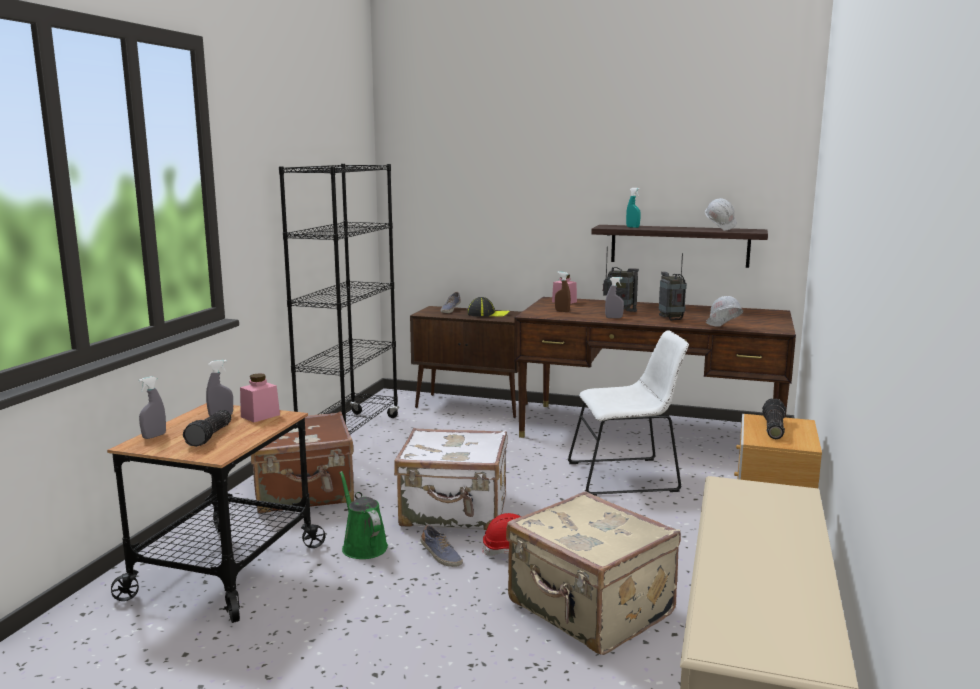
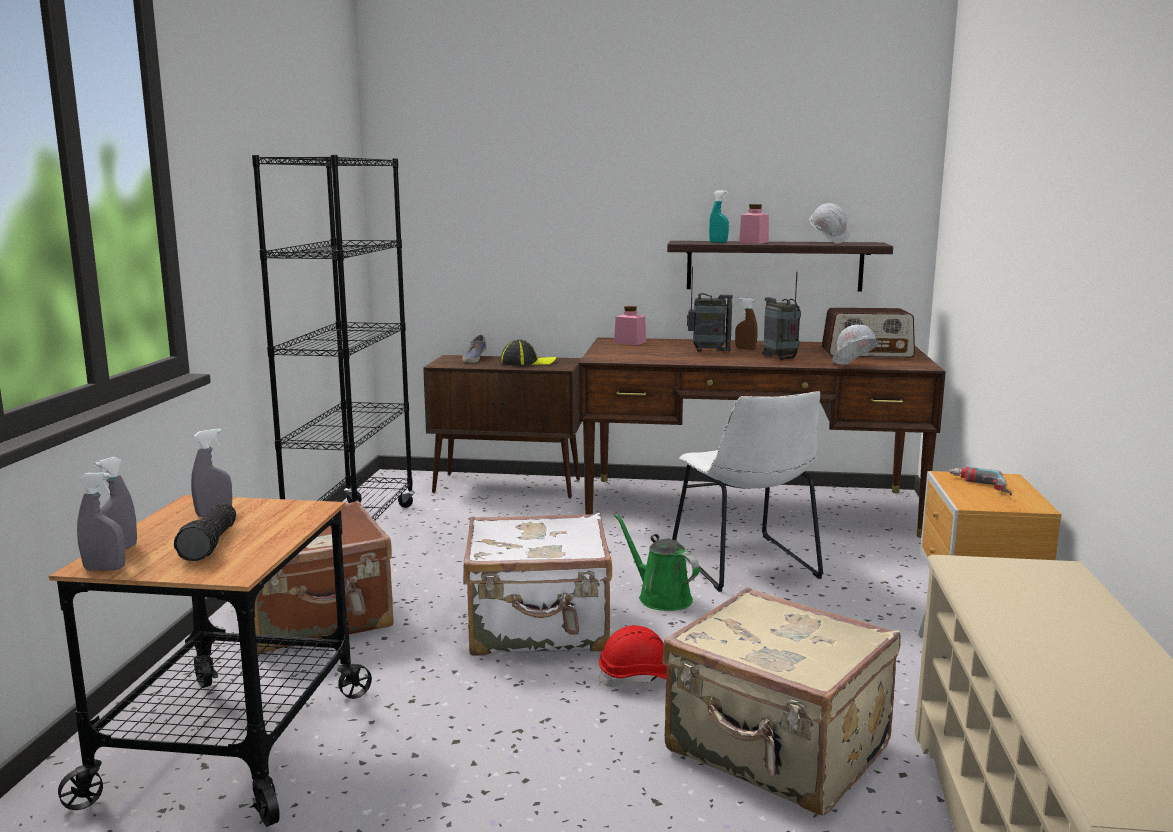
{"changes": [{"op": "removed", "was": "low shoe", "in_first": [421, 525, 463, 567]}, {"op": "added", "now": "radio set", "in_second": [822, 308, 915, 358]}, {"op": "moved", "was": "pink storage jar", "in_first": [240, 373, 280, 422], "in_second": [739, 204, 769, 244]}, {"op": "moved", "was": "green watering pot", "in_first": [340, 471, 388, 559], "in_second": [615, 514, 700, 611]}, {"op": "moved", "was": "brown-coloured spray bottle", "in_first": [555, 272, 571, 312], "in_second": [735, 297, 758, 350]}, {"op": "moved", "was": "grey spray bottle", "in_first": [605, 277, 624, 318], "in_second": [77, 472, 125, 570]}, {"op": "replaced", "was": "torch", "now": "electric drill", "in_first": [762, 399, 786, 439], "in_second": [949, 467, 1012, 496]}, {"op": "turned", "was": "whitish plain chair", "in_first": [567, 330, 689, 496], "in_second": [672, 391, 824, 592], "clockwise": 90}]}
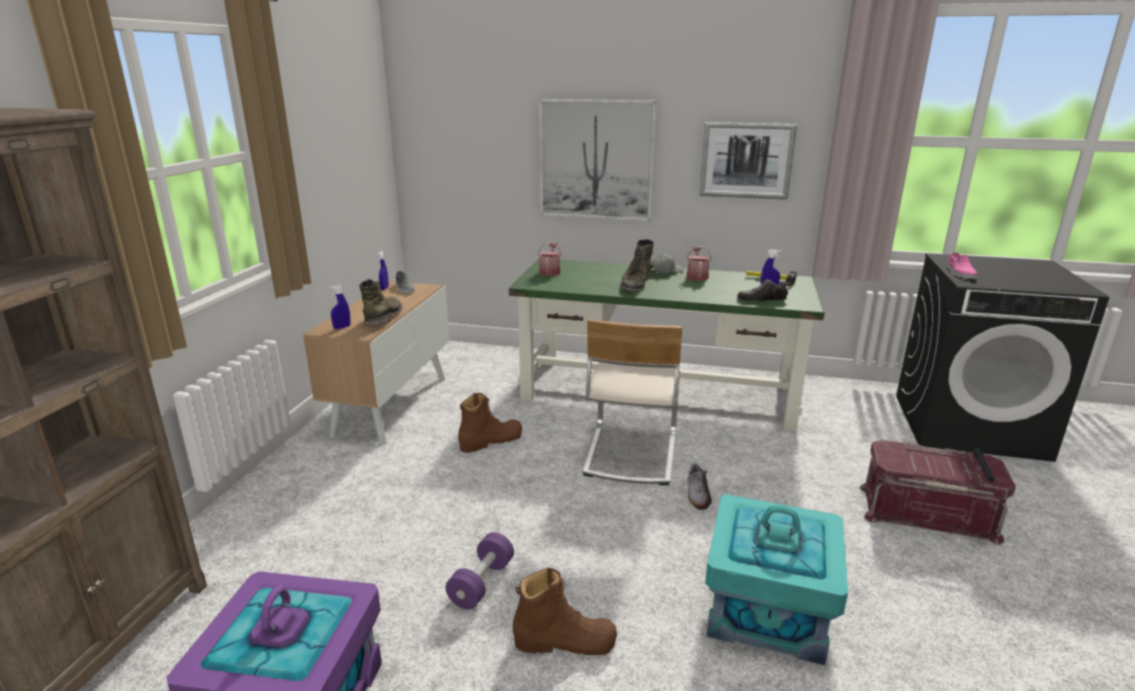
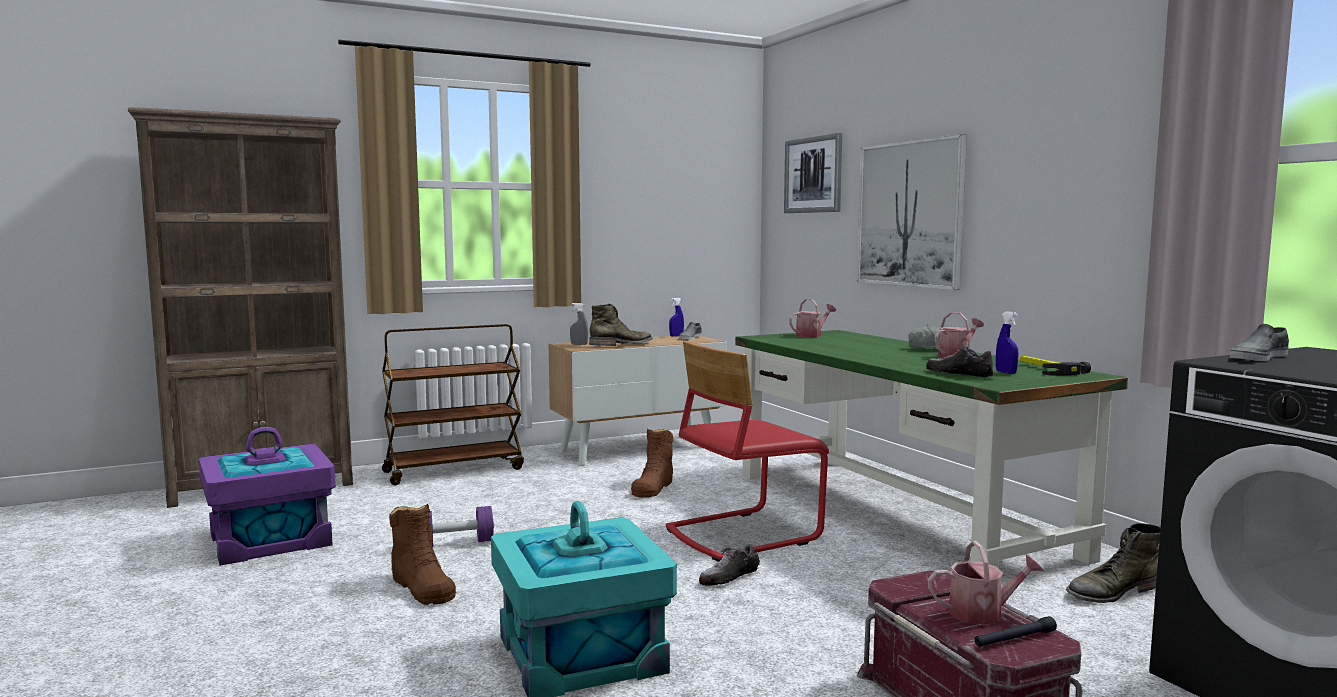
{"changes": [{"op": "added", "now": "brown-coloured cart", "in_second": [382, 324, 524, 485]}, {"op": "added", "now": "watering pot", "in_second": [928, 541, 1044, 625]}, {"op": "moved", "was": "green boot", "in_first": [620, 239, 654, 292], "in_second": [1066, 523, 1161, 603]}, {"op": "moved", "was": "wall art", "in_first": [699, 122, 797, 200], "in_second": [784, 133, 842, 213]}, {"op": "recoloured", "was": "blue spray bottle", "now": "grey spray bottle", "in_first": [329, 285, 351, 329], "in_second": [570, 303, 588, 345]}, {"op": "recoloured", "was": "sand-coloured plain chair", "now": "reddish plain chair", "in_first": [583, 319, 682, 485], "in_second": [666, 341, 829, 562]}, {"op": "recoloured", "was": "pink low shoe", "now": "grey low shoe", "in_first": [947, 252, 977, 279], "in_second": [1230, 324, 1289, 361]}, {"op": "turned", "was": "brown-coloured boot", "in_first": [458, 393, 522, 453], "in_second": [631, 428, 673, 498], "clockwise": 90}]}
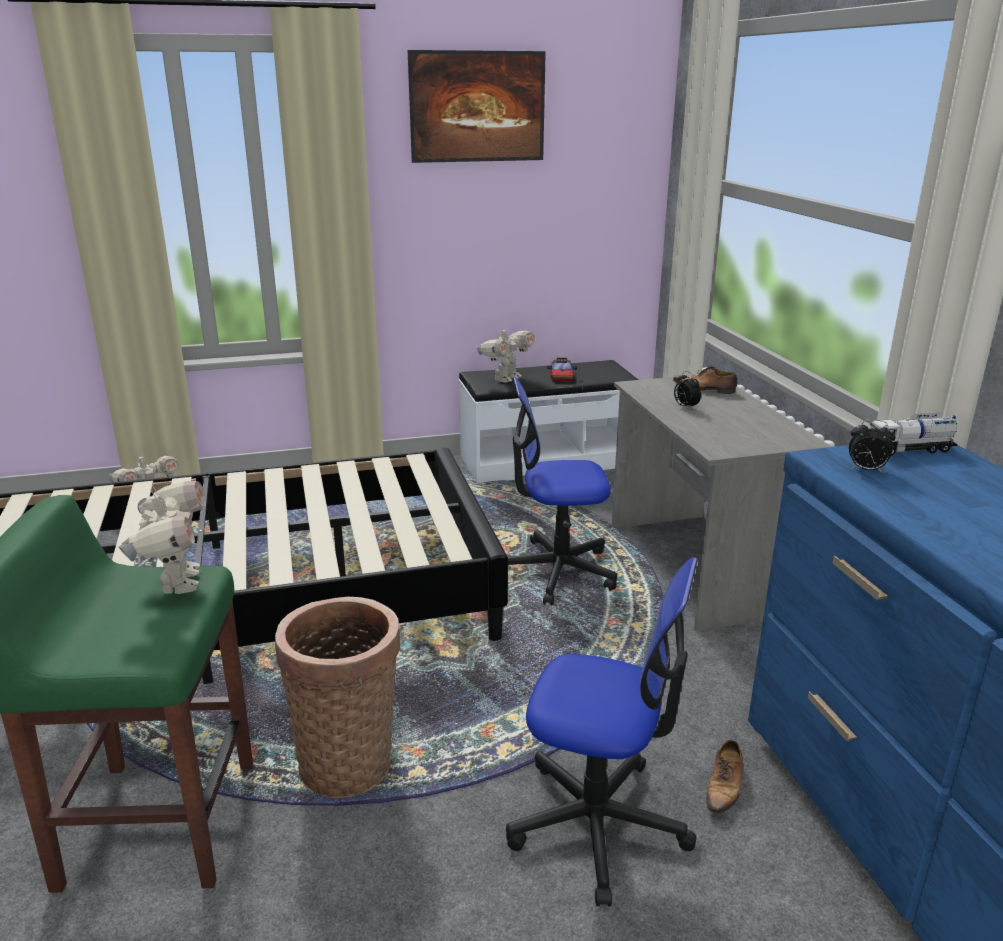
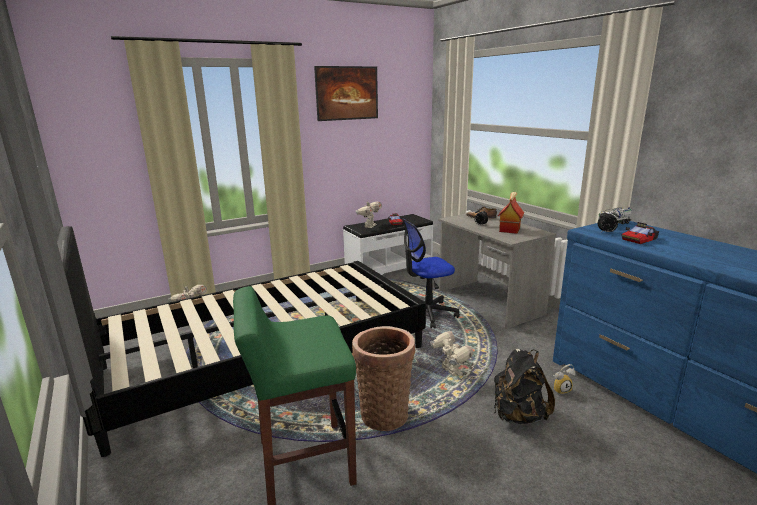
{"changes": [{"op": "added", "now": "model house", "in_second": [498, 192, 524, 234]}, {"op": "added", "now": "miniature car", "in_second": [622, 222, 659, 244]}, {"op": "moved", "was": "toy robot", "in_first": [119, 481, 206, 594], "in_second": [430, 331, 474, 376]}, {"op": "replaced", "was": "office chair", "now": "black-coloured knapsack", "in_first": [506, 557, 698, 906], "in_second": [494, 349, 555, 424]}, {"op": "replaced", "was": "low shoe", "now": "table clock", "in_first": [706, 740, 743, 819], "in_second": [553, 364, 575, 395]}]}
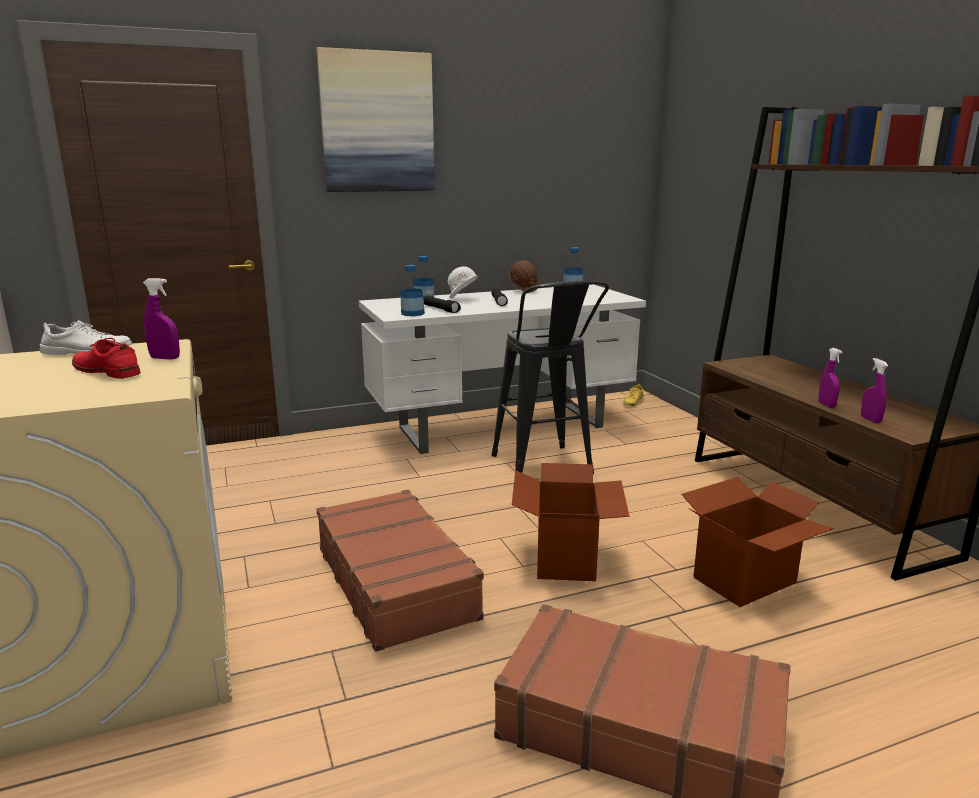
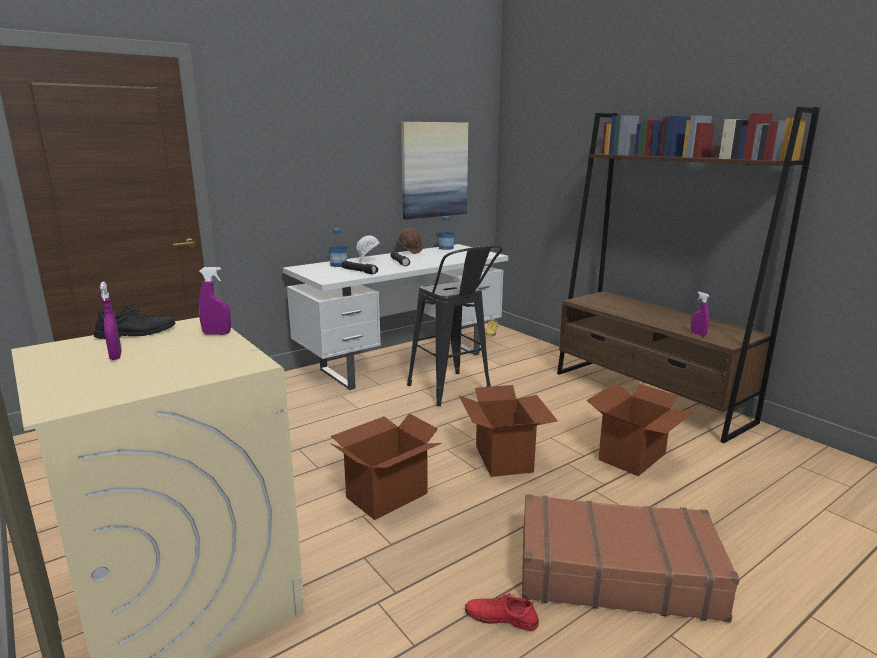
{"changes": [{"op": "removed", "was": "drink bottle", "in_first": [400, 265, 425, 316]}, {"op": "moved", "was": "reddish low shoe", "in_first": [72, 338, 141, 379], "in_second": [465, 593, 539, 631]}, {"op": "moved", "was": "wall art", "in_first": [316, 47, 435, 192], "in_second": [401, 122, 468, 220]}, {"op": "moved", "was": "purple spray bottle", "in_first": [818, 348, 842, 408], "in_second": [100, 282, 122, 360]}, {"op": "replaced", "was": "brown-coloured travel case", "now": "carton", "in_first": [317, 489, 484, 652], "in_second": [330, 413, 442, 520]}, {"op": "recoloured", "was": "whitish low shoe", "now": "black-coloured low shoe", "in_first": [40, 320, 132, 355], "in_second": [94, 306, 175, 339]}]}
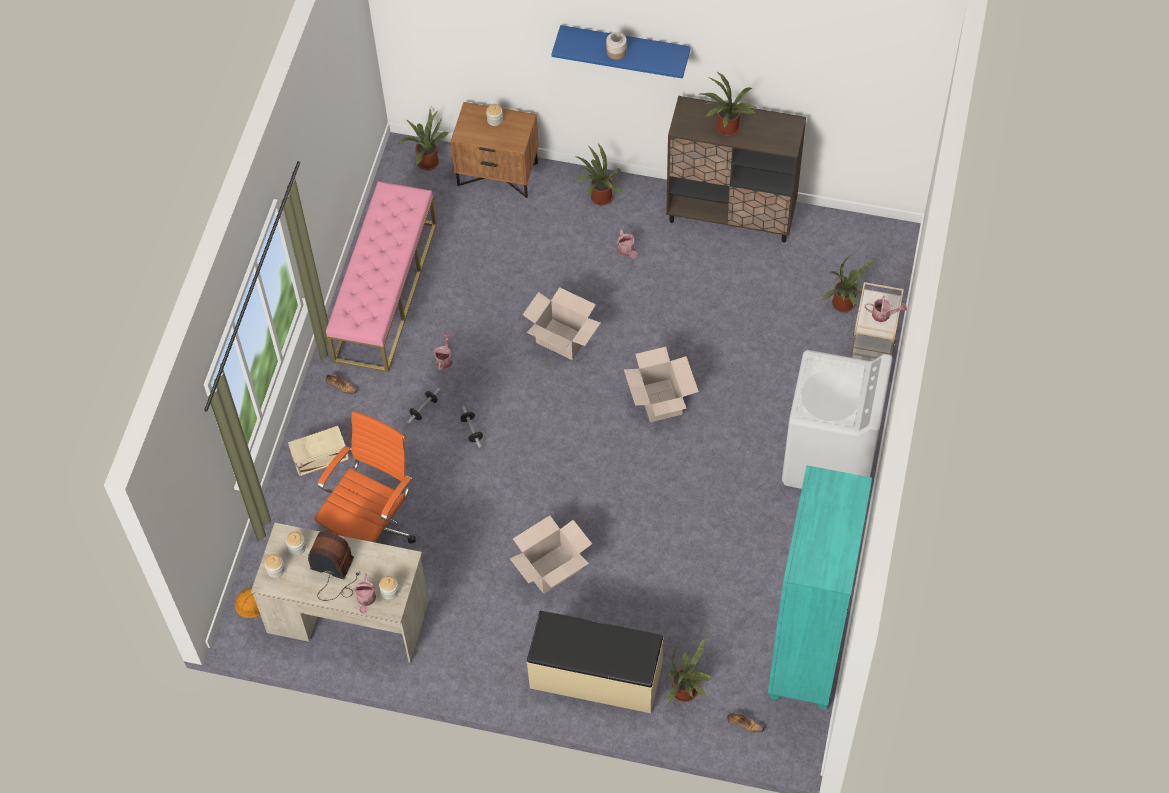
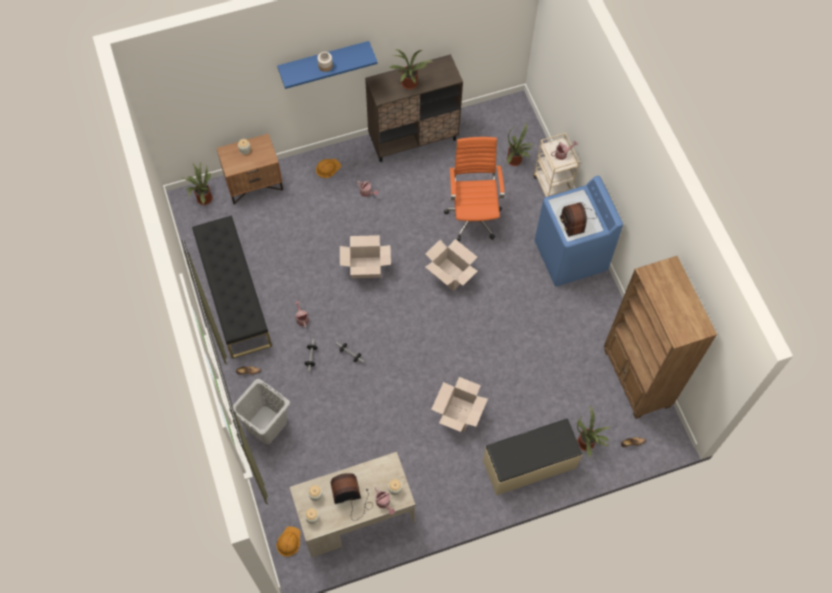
{"changes": [{"op": "added", "now": "radio set", "in_second": [560, 202, 597, 237]}, {"op": "moved", "was": "orange office chair", "in_first": [314, 411, 416, 543], "in_second": [444, 137, 505, 241]}, {"op": "replaced", "was": "sand-coloured storage box", "now": "grey laundry basket", "in_first": [288, 426, 349, 476], "in_second": [233, 379, 290, 444]}, {"op": "replaced", "was": "houseplant", "now": "orange hard hat", "in_first": [574, 144, 622, 206], "in_second": [316, 159, 341, 178]}, {"op": "recoloured", "was": "pink long seat", "now": "black-coloured long seat", "in_first": [326, 181, 437, 372], "in_second": [192, 216, 272, 359]}, {"op": "recoloured", "was": "turquoise shelving unit", "now": "brown-coloured shelving unit", "in_first": [768, 465, 872, 710], "in_second": [604, 256, 717, 419]}, {"op": "recoloured", "was": "whitish washing machine", "now": "blue washing machine", "in_first": [782, 350, 893, 489], "in_second": [535, 176, 623, 287]}]}
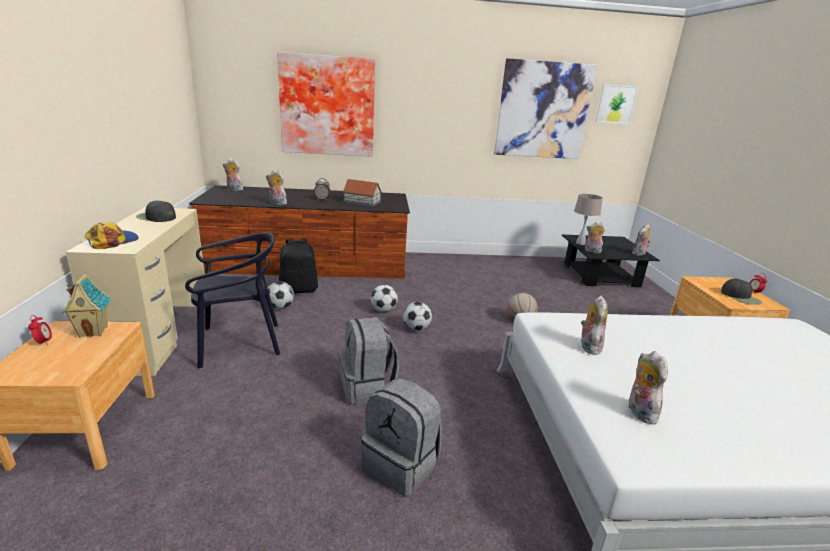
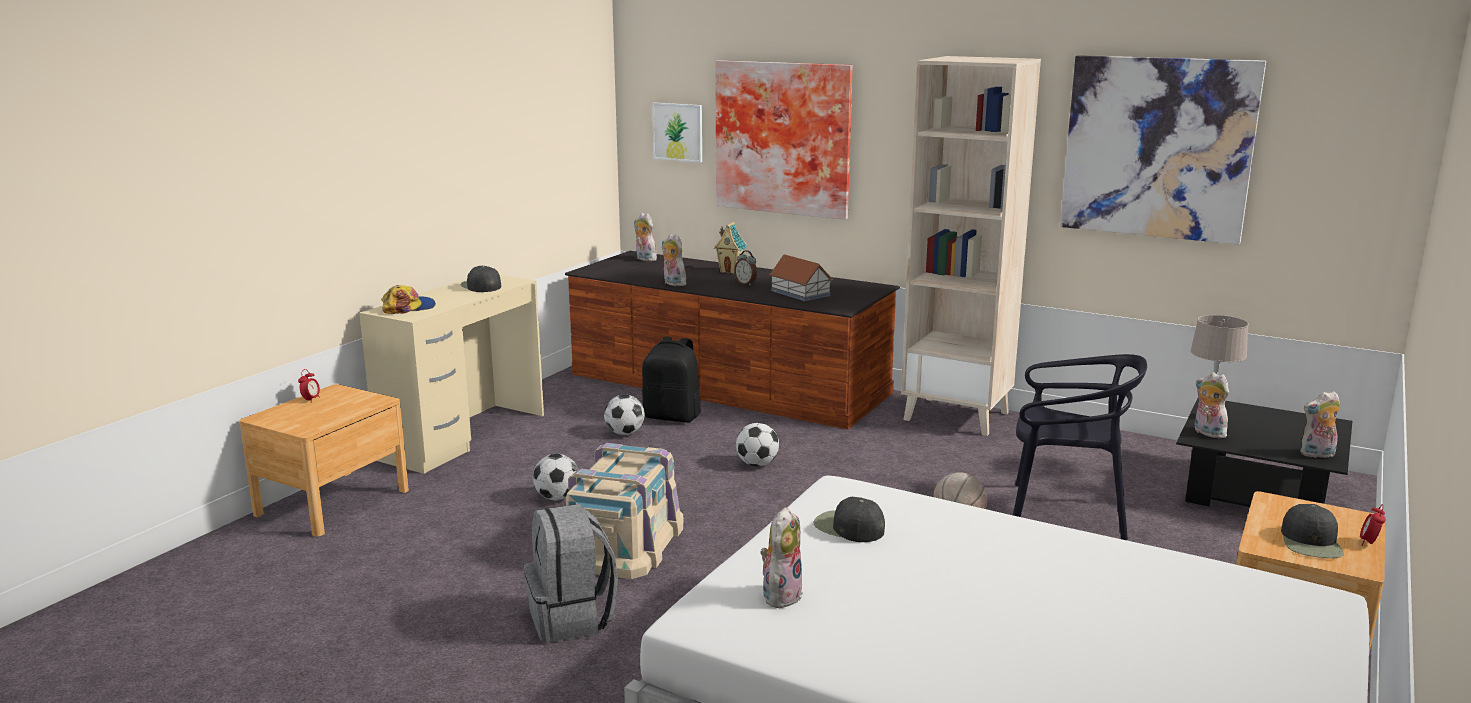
{"changes": [{"op": "added", "now": "sand-coloured shelving unit", "in_second": [901, 56, 1041, 436]}, {"op": "moved", "was": "model house", "in_first": [62, 274, 111, 338], "in_second": [714, 221, 747, 274]}, {"op": "moved", "was": "black-coloured plain chair", "in_first": [185, 232, 280, 368], "in_second": [1013, 354, 1147, 540]}, {"op": "moved", "was": "football", "in_first": [403, 302, 432, 331], "in_second": [533, 454, 579, 500]}, {"op": "moved", "was": "wall art", "in_first": [596, 84, 638, 124], "in_second": [652, 102, 702, 163]}, {"op": "replaced", "was": "grey knapsack", "now": "sand-coloured storage box", "in_first": [339, 317, 399, 405], "in_second": [566, 443, 684, 579]}, {"op": "replaced", "was": "cuddly toy", "now": "black-coloured baseball cap", "in_first": [581, 296, 608, 355], "in_second": [814, 497, 885, 542]}]}
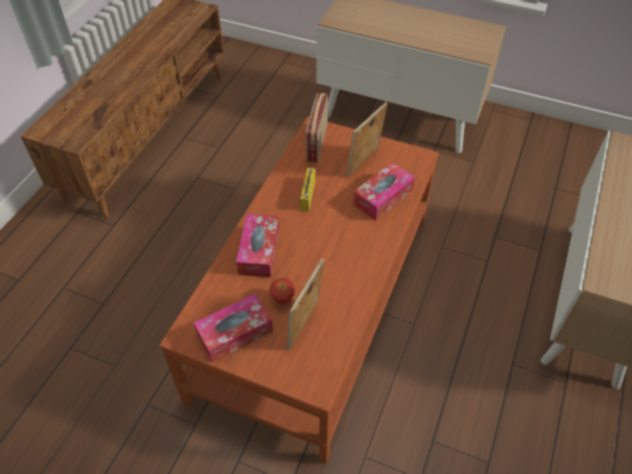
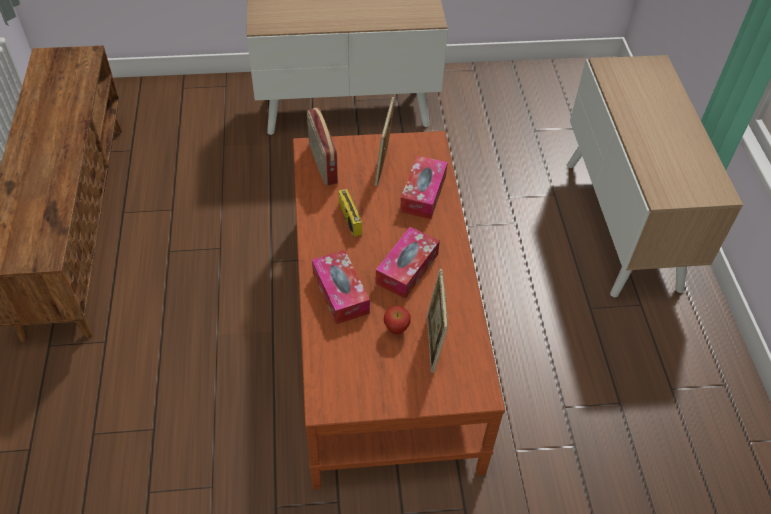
{"changes": [{"op": "moved", "was": "tissue box", "in_first": [194, 294, 273, 362], "in_second": [375, 227, 440, 299]}]}
